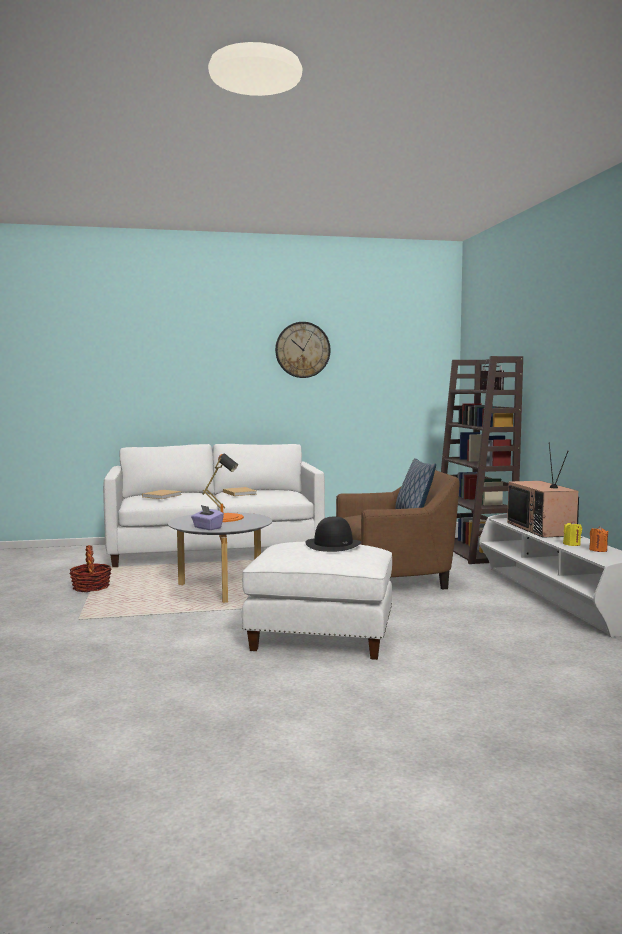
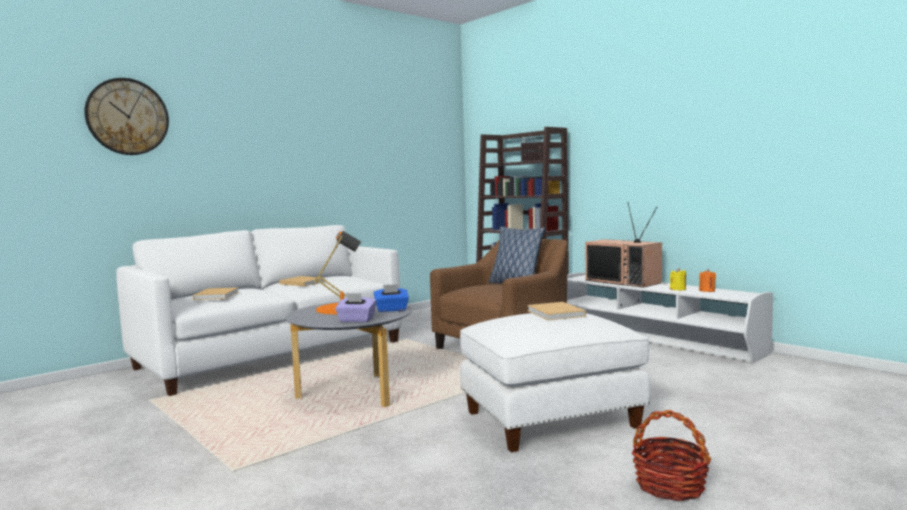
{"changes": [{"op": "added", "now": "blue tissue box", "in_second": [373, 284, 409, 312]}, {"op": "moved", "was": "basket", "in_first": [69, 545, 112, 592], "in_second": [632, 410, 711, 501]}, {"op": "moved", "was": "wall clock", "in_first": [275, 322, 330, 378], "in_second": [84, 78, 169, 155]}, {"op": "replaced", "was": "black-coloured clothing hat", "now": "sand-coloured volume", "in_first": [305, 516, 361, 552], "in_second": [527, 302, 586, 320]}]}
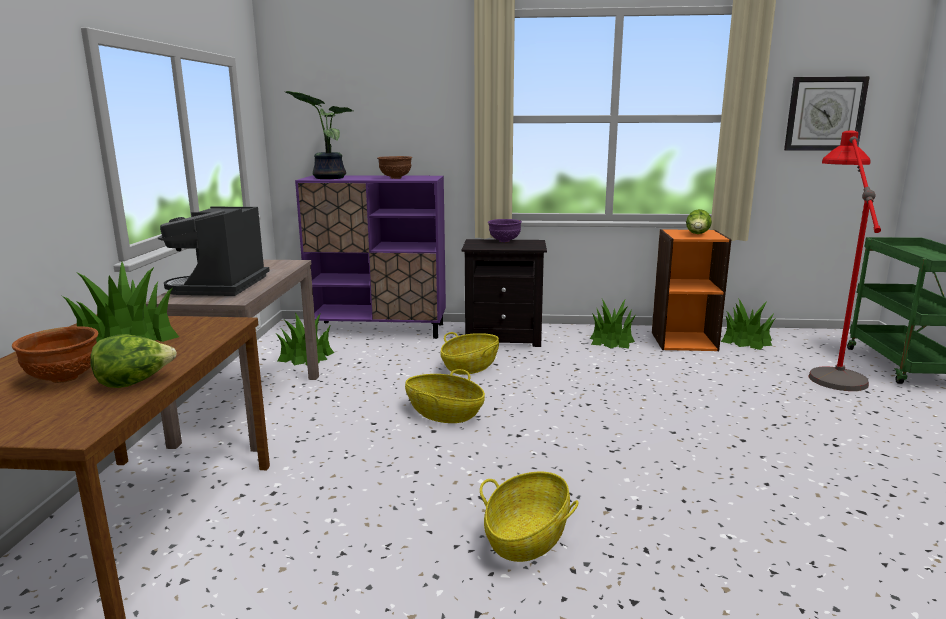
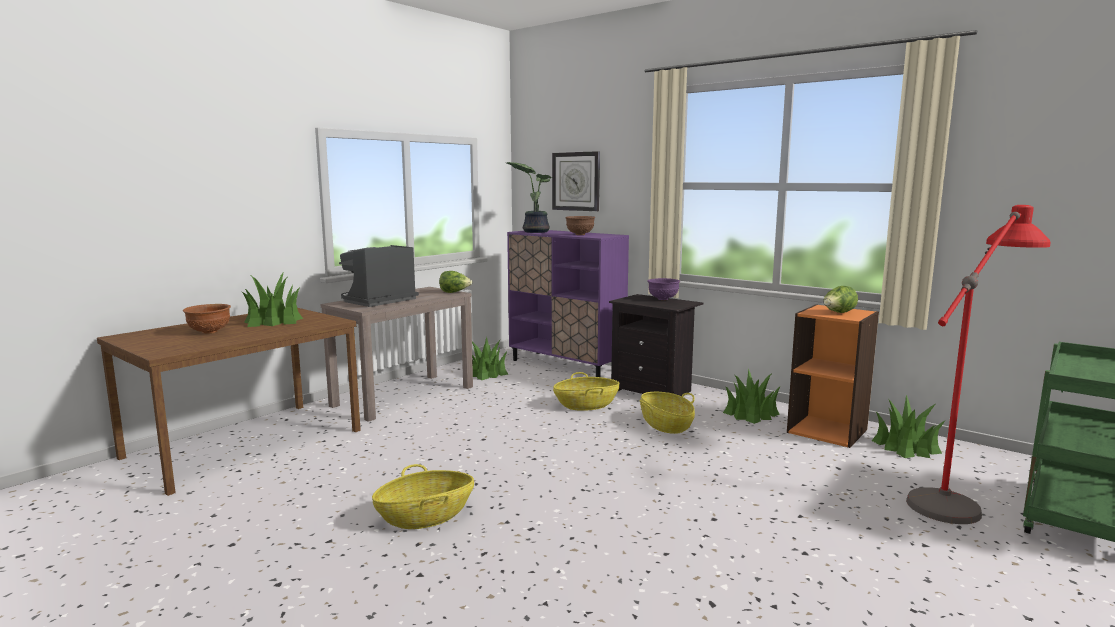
{"changes": [{"op": "moved", "was": "head of lettuce", "in_first": [91, 334, 177, 388], "in_second": [439, 271, 472, 293]}, {"op": "moved", "was": "basket", "in_first": [405, 369, 485, 423], "in_second": [640, 392, 695, 434]}, {"op": "moved", "was": "wall clock", "in_first": [784, 76, 870, 150], "in_second": [552, 151, 600, 211]}]}
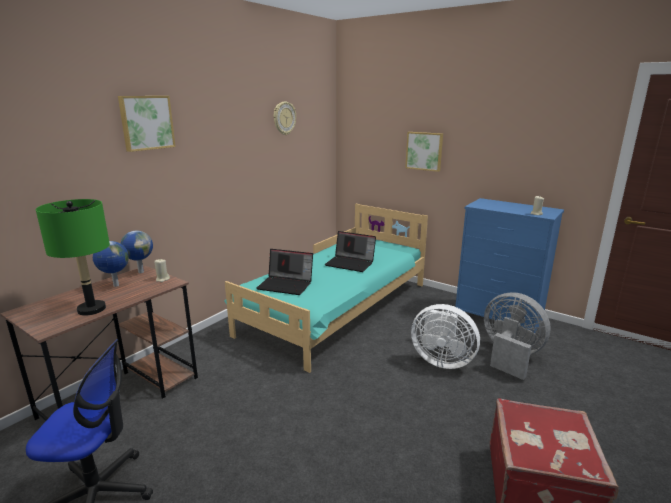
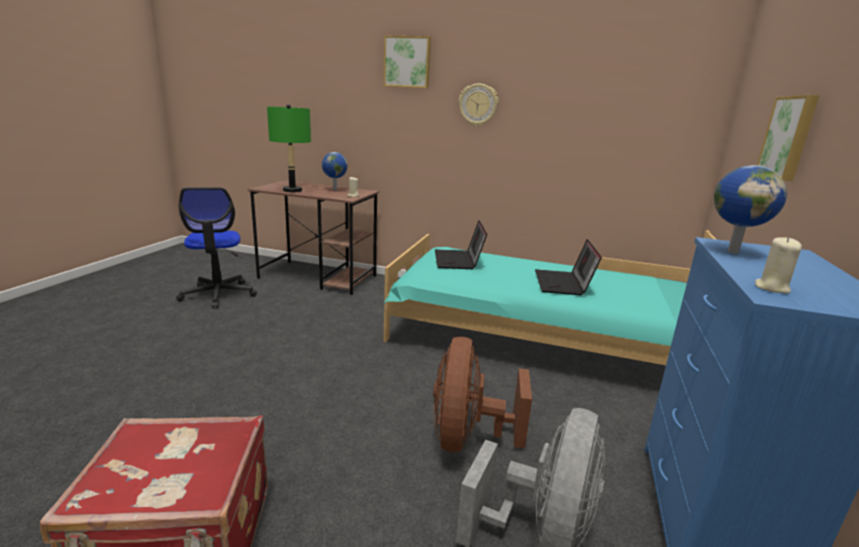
{"changes": [{"op": "moved", "was": "globe", "in_first": [120, 230, 153, 273], "in_second": [714, 165, 787, 254]}, {"op": "moved", "was": "wall clock", "in_first": [274, 102, 296, 135], "in_second": [459, 84, 498, 127]}, {"op": "recoloured", "was": "whitish fan", "now": "brown-coloured fan", "in_first": [411, 304, 480, 369], "in_second": [433, 337, 532, 452]}]}
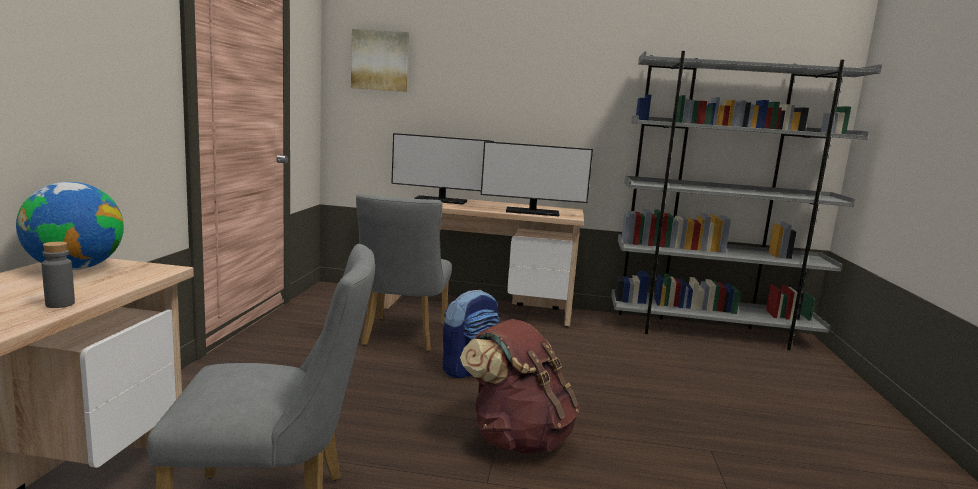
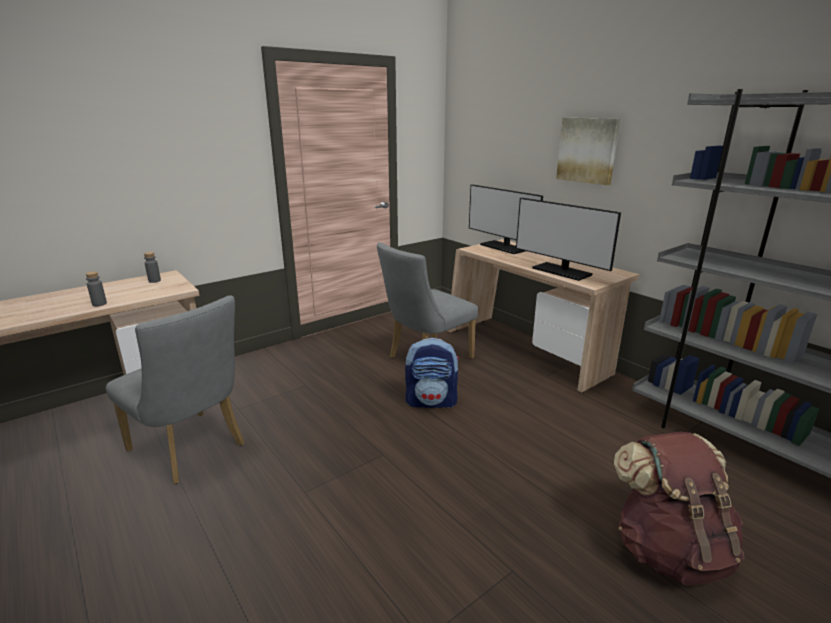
{"changes": [{"op": "moved", "was": "wall art", "in_first": [351, 29, 409, 92], "in_second": [556, 118, 620, 185]}, {"op": "moved", "was": "brown-coloured knapsack", "in_first": [460, 319, 580, 454], "in_second": [614, 432, 744, 585]}, {"op": "replaced", "was": "globe", "now": "grey drink bottle", "in_first": [16, 182, 124, 270], "in_second": [144, 252, 161, 283]}]}
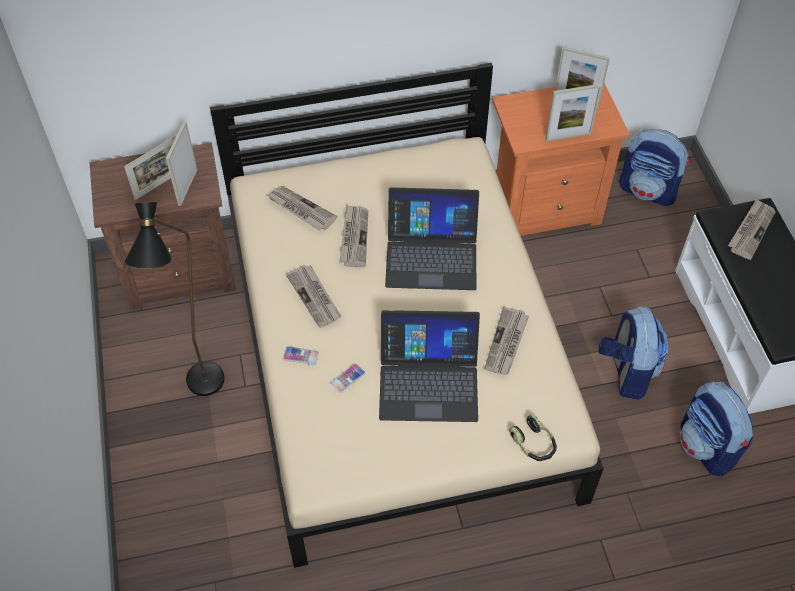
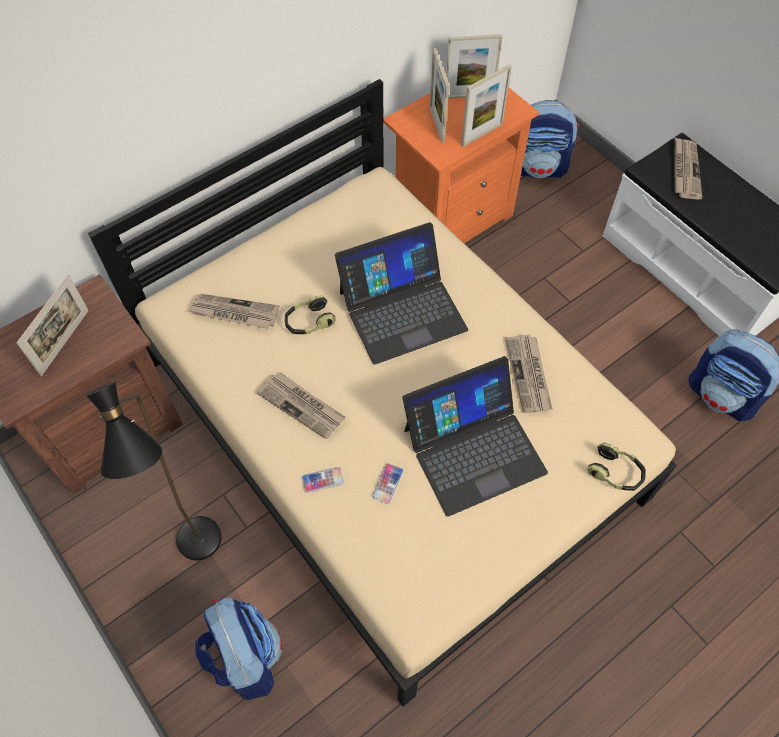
{"changes": [{"op": "moved", "was": "picture frame", "in_first": [166, 122, 197, 206], "in_second": [429, 48, 449, 143]}, {"op": "moved", "was": "knapsack", "in_first": [599, 306, 668, 400], "in_second": [195, 598, 282, 700]}, {"op": "replaced", "was": "printed paper", "now": "headphones", "in_first": [339, 205, 368, 267], "in_second": [285, 295, 336, 335]}]}
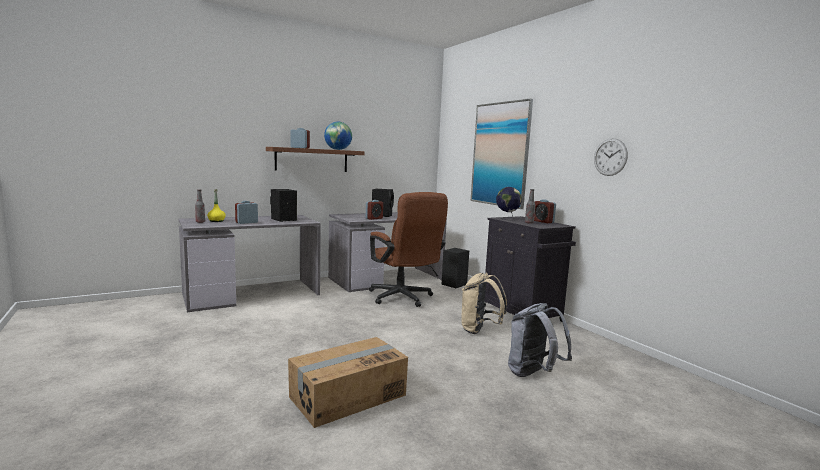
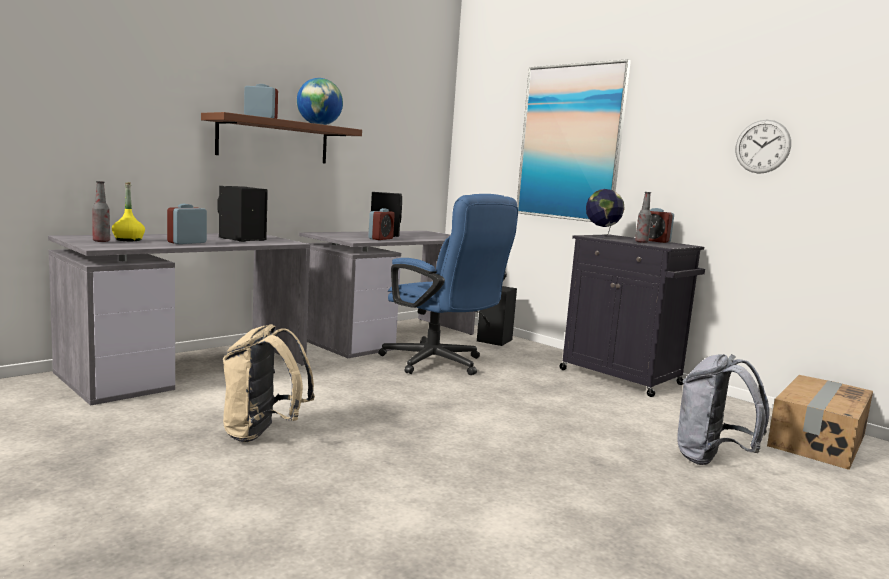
{"changes": [{"op": "moved", "was": "carton", "in_first": [288, 337, 408, 428], "in_second": [767, 375, 873, 470]}, {"op": "moved", "was": "sand-coloured knapsack", "in_first": [461, 273, 507, 334], "in_second": [223, 324, 315, 442]}, {"op": "recoloured", "was": "brown-coloured office chair", "now": "blue office chair", "in_first": [369, 192, 448, 307], "in_second": [378, 194, 518, 375]}]}
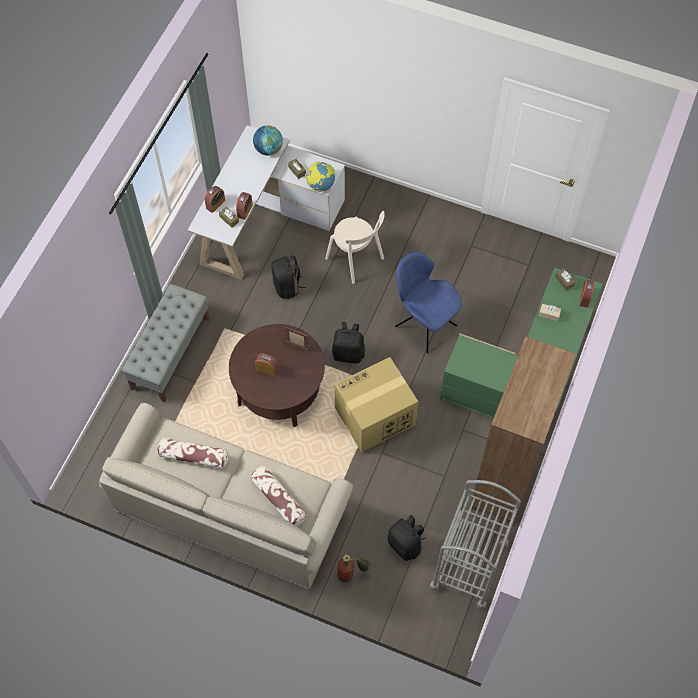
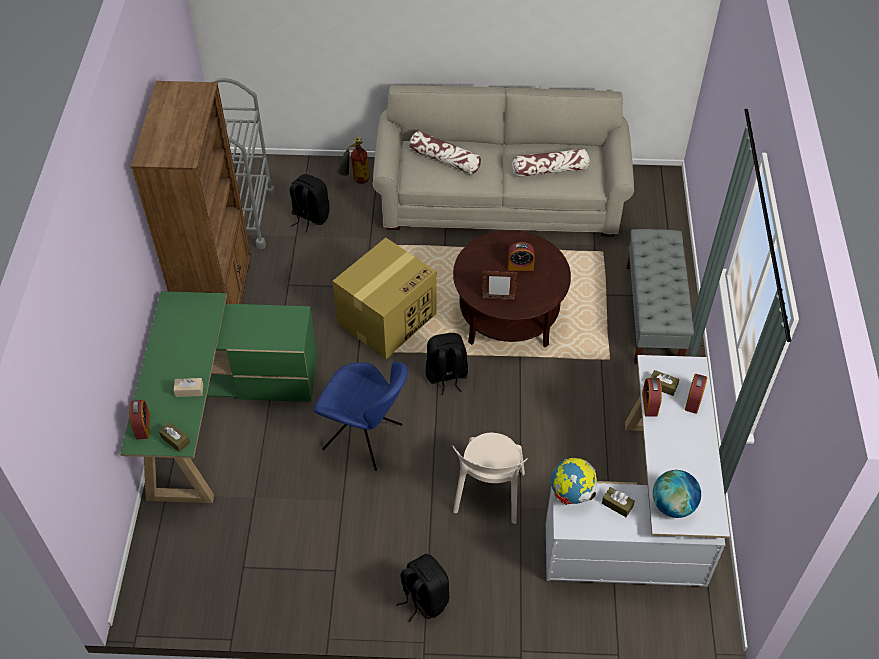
{"changes": [{"op": "moved", "was": "black-coloured knapsack", "in_first": [271, 255, 306, 299], "in_second": [396, 554, 450, 622]}, {"op": "turned", "was": "sand-coloured plain chair", "in_first": [325, 211, 385, 284], "in_second": [452, 433, 528, 524], "clockwise": -105}]}
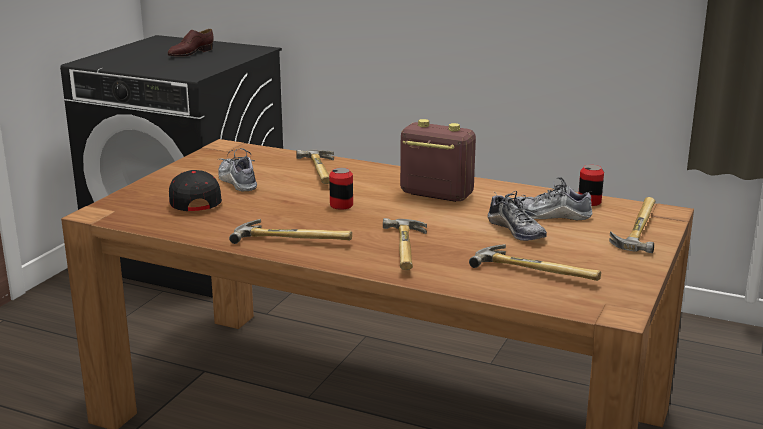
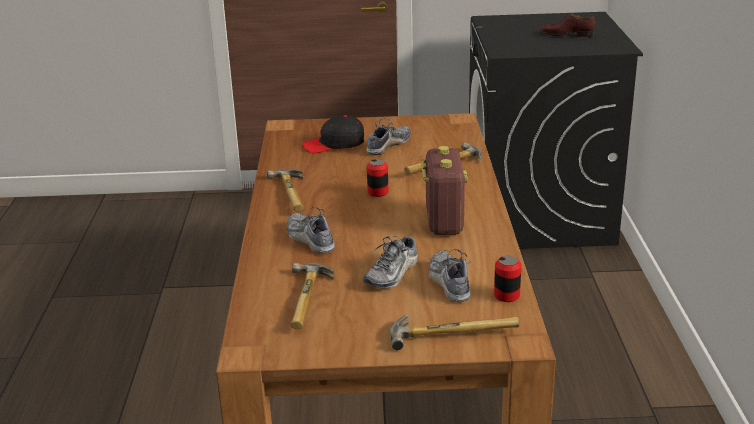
{"changes": [{"op": "replaced", "was": "hammer", "now": "low shoe", "in_first": [383, 218, 427, 270], "in_second": [287, 207, 335, 254]}, {"op": "turned", "was": "black-coloured baseball cap", "in_first": [169, 170, 222, 211], "in_second": [302, 115, 364, 153], "clockwise": -150}]}
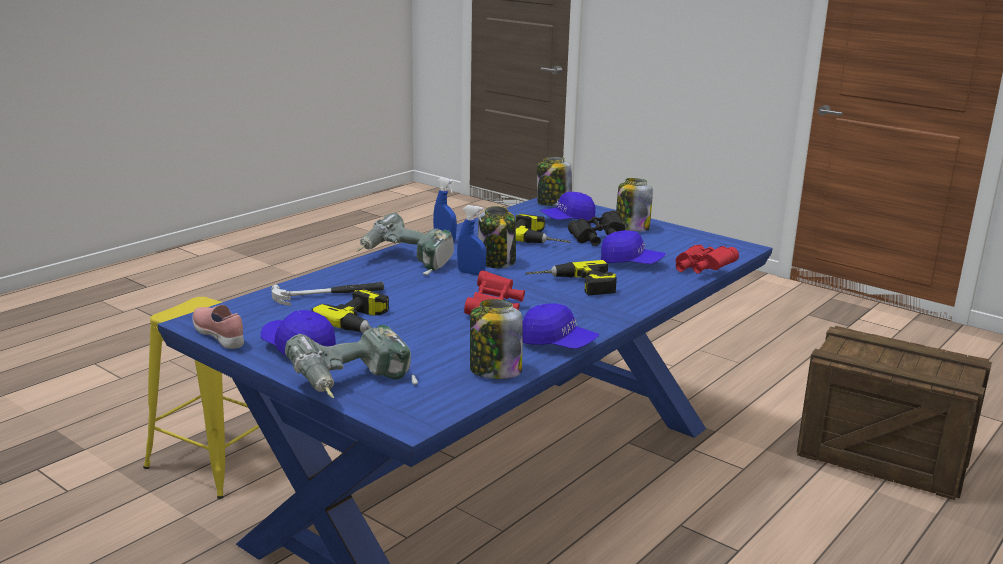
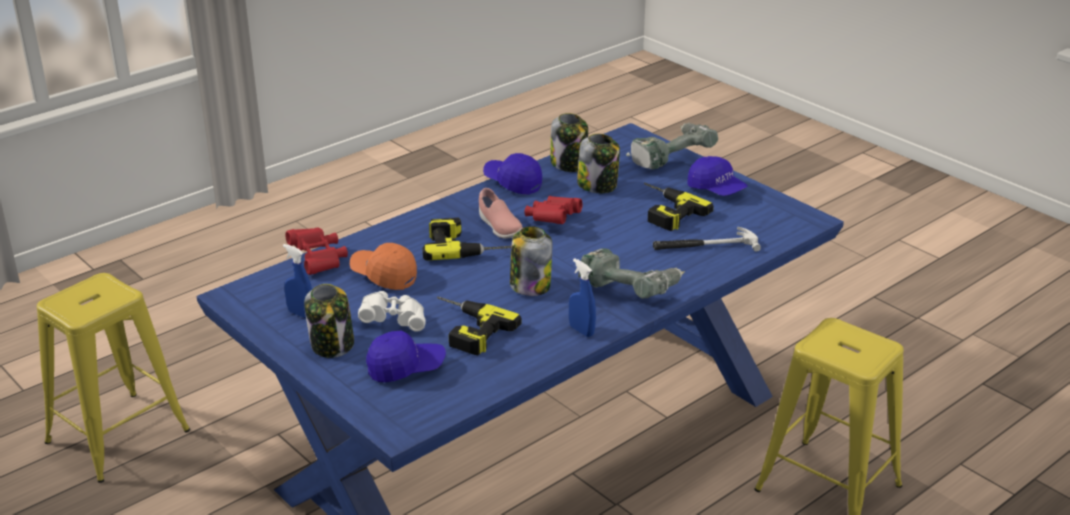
{"changes": [{"op": "moved", "was": "pink low shoe", "in_first": [192, 305, 244, 349], "in_second": [479, 188, 523, 239]}, {"op": "moved", "was": "blue spray bottle", "in_first": [457, 205, 486, 275], "in_second": [283, 244, 312, 318]}, {"op": "moved", "was": "storage jar", "in_first": [537, 157, 572, 206], "in_second": [577, 134, 620, 193]}, {"op": "replaced", "was": "packing crate", "now": "yellow-coloured stool", "in_first": [797, 326, 992, 500], "in_second": [37, 273, 190, 483]}, {"op": "recoloured", "was": "black-coloured pair of binoculars", "now": "whitish pair of binoculars", "in_first": [568, 210, 626, 246], "in_second": [358, 291, 426, 332]}, {"op": "recoloured", "was": "blue baseball cap", "now": "orange baseball cap", "in_first": [601, 230, 666, 264], "in_second": [350, 243, 417, 290]}]}
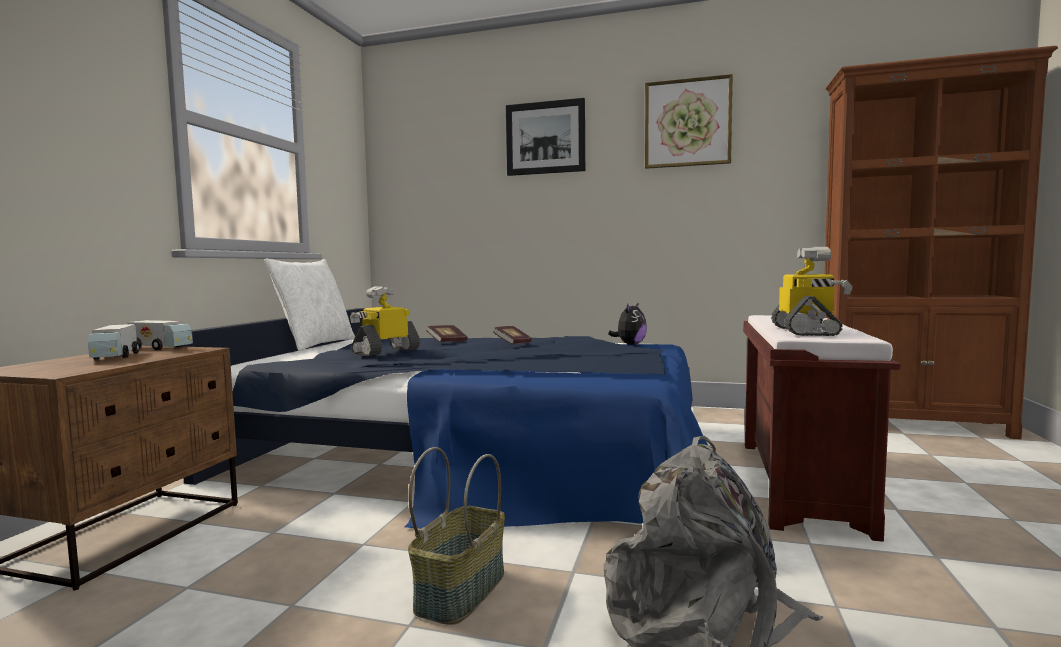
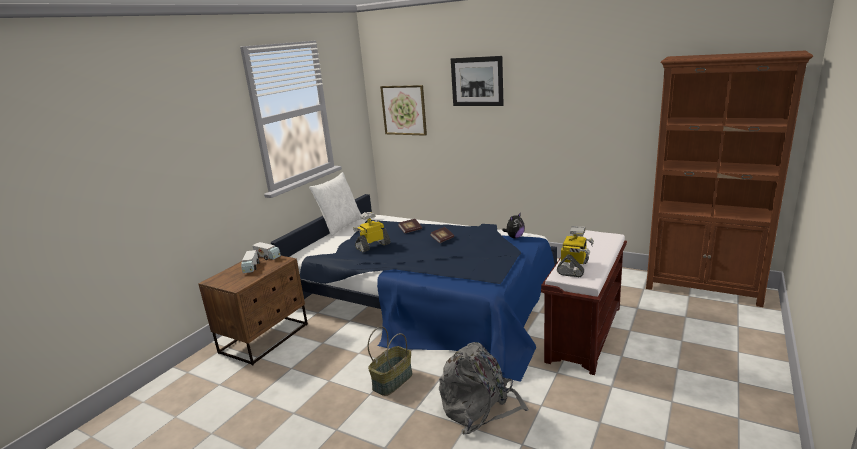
{"changes": [{"op": "moved", "was": "wall art", "in_first": [645, 74, 733, 169], "in_second": [380, 85, 427, 136]}]}
